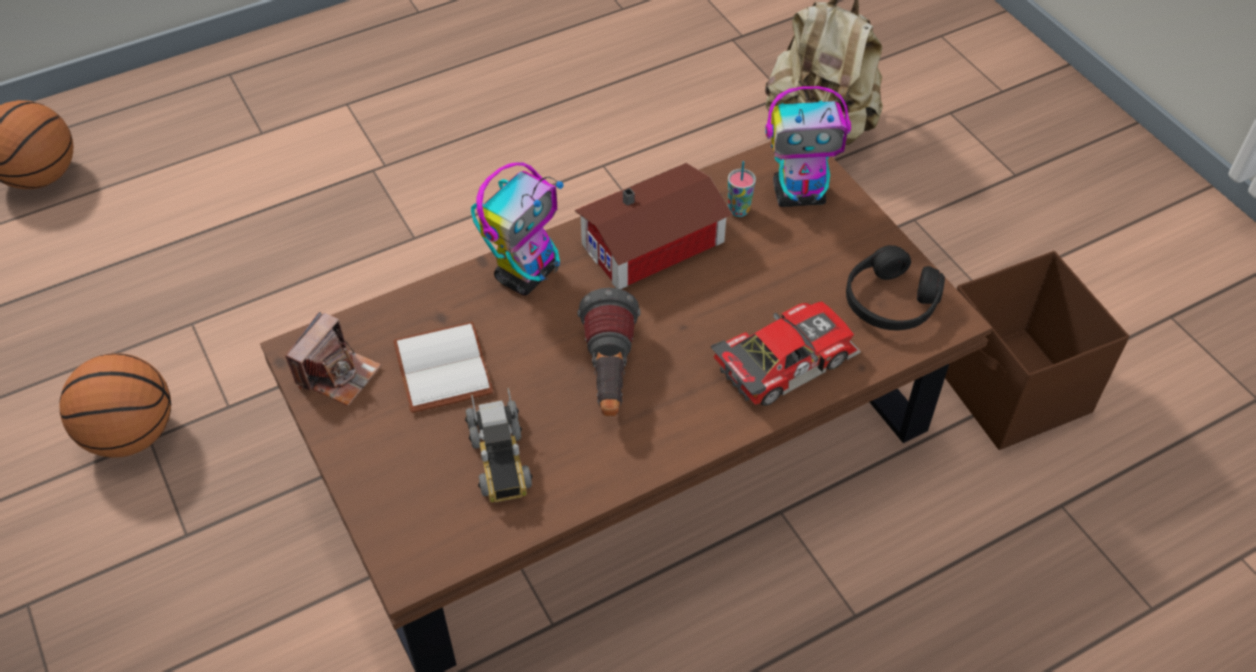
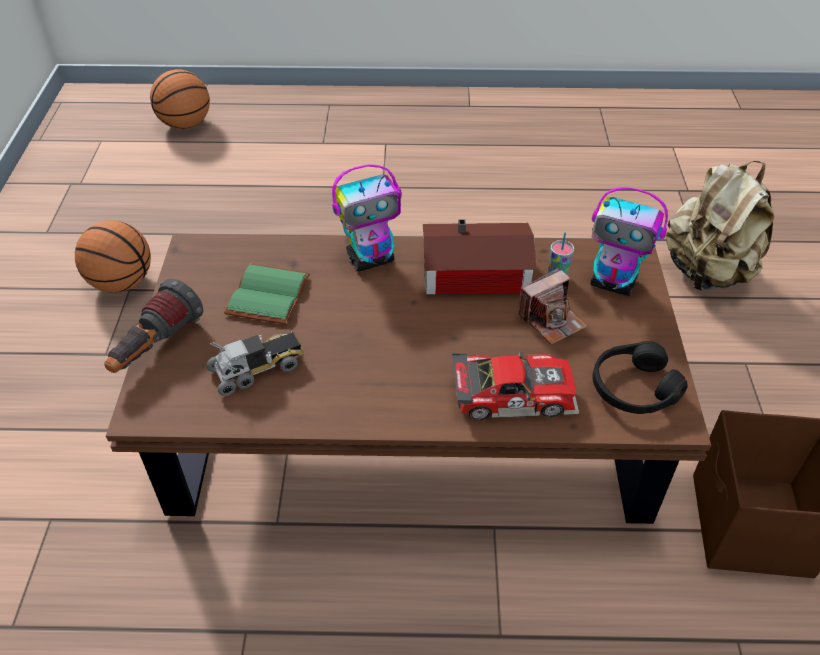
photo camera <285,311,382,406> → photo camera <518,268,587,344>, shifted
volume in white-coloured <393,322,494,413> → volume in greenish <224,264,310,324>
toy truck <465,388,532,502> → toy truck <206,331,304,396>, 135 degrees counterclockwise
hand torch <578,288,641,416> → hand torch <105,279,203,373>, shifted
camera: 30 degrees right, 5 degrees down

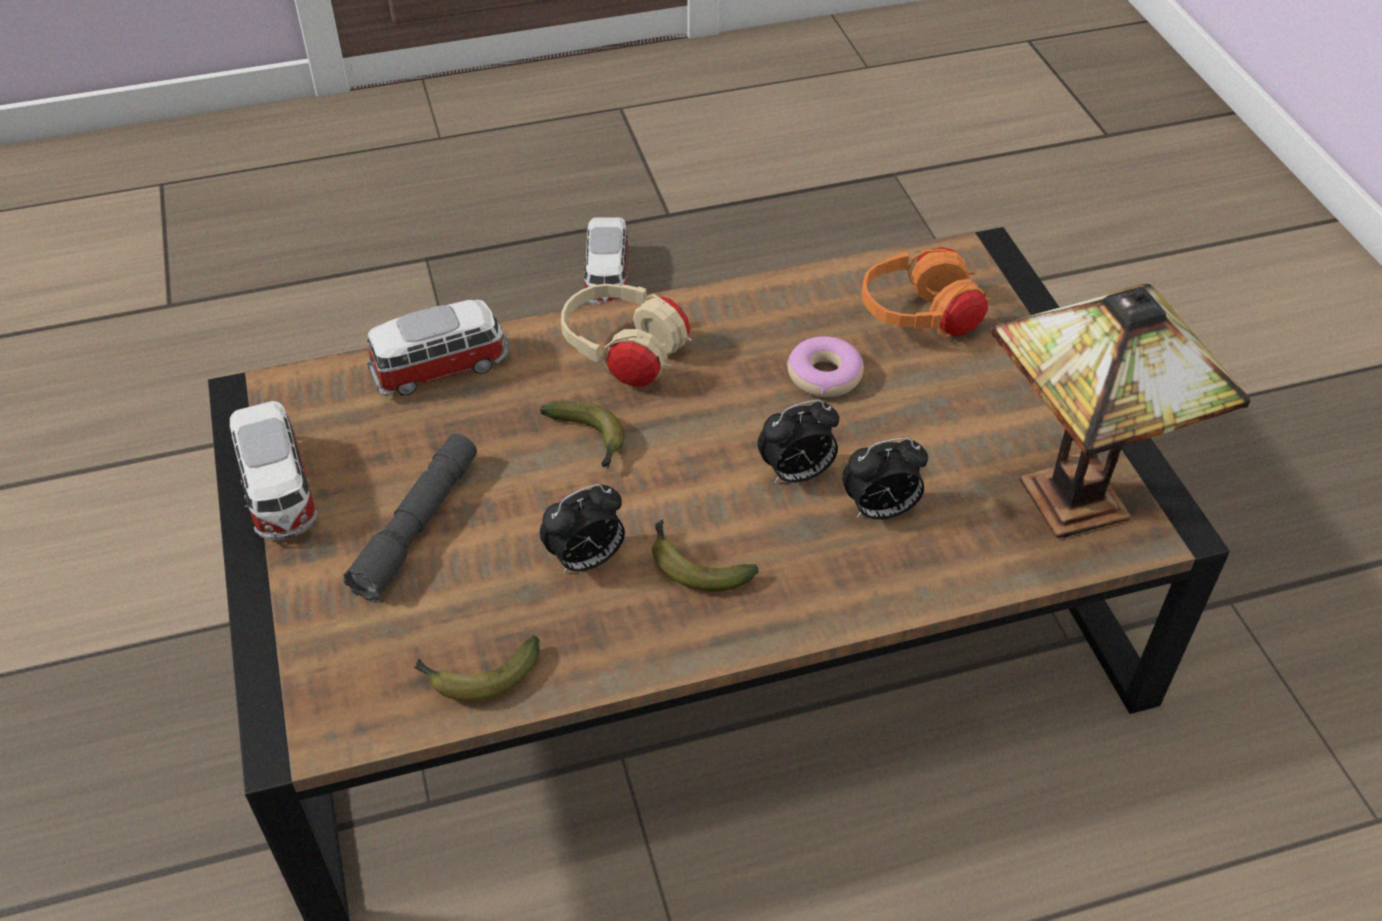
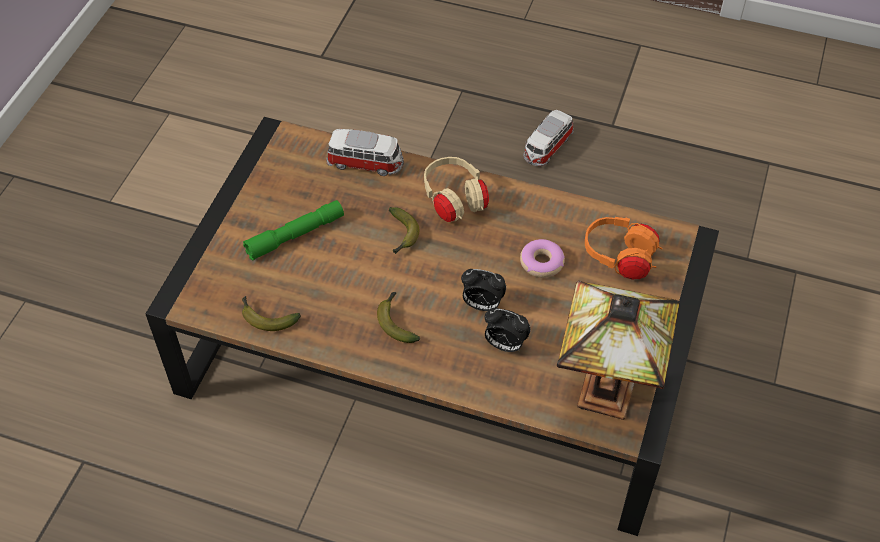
miniature car <230,401,318,540> → -
hand torch in gray <343,434,477,601> → hand torch in greenish <243,200,344,261>
bedside clock <540,484,625,574> → -
camera: 35 degrees right, 5 degrees up

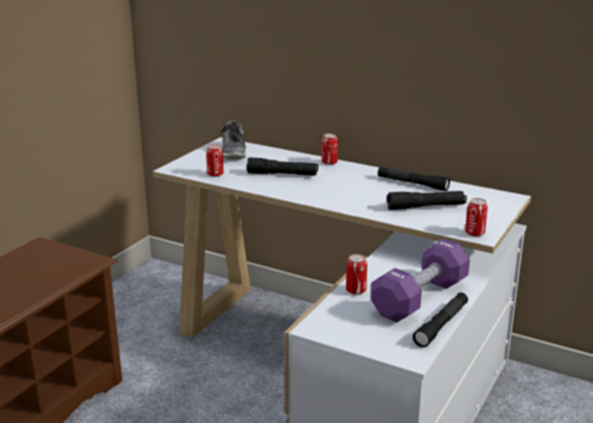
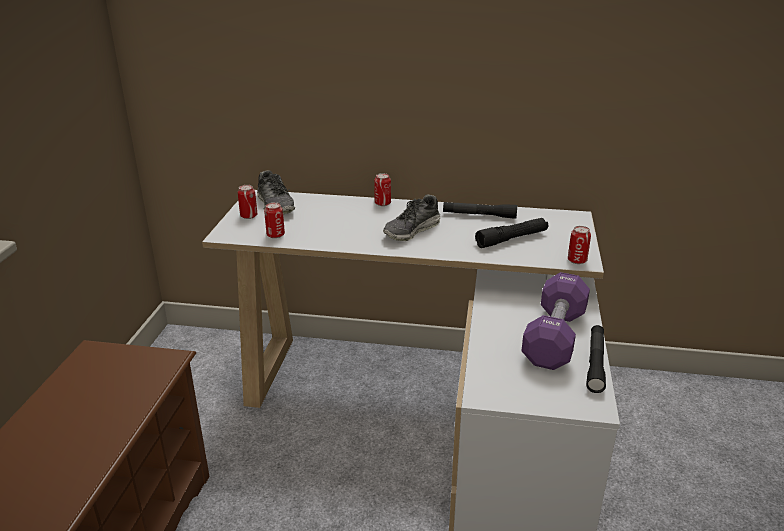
hand torch in black <246,157,318,176> → -
sealed can <346,254,367,295> → sealed can <238,185,257,219>, shifted
- → low shoe <383,195,441,241>
camera: 20 degrees left, 5 degrees up

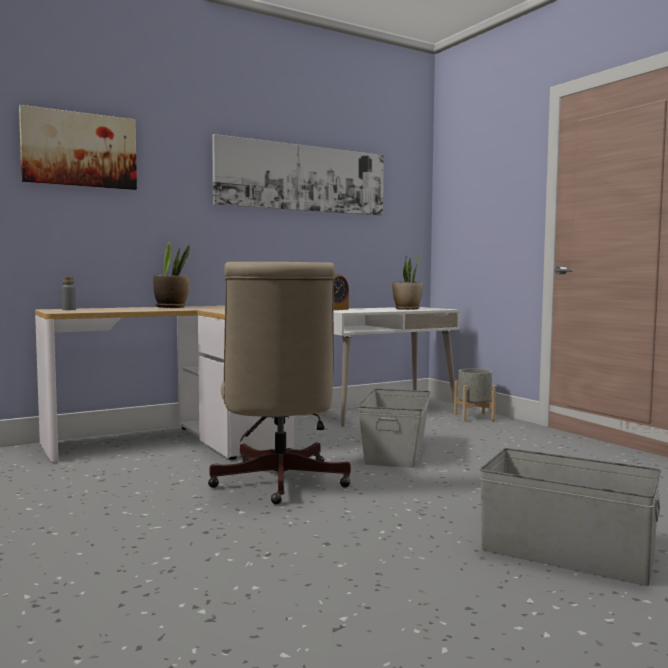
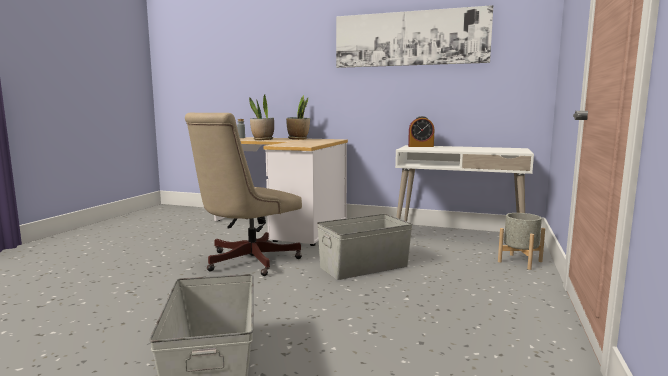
wall picture <19,105,137,190> → -
potted plant <392,252,423,310> → potted plant <249,94,274,140>, shifted
camera: 50 degrees right, 5 degrees up

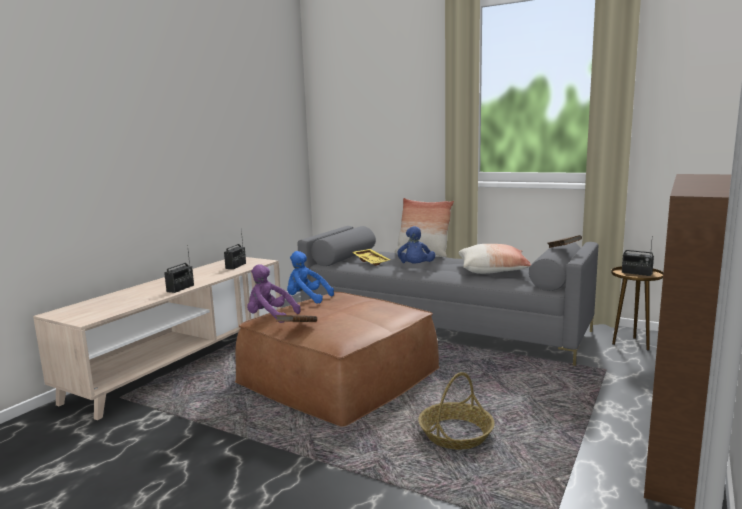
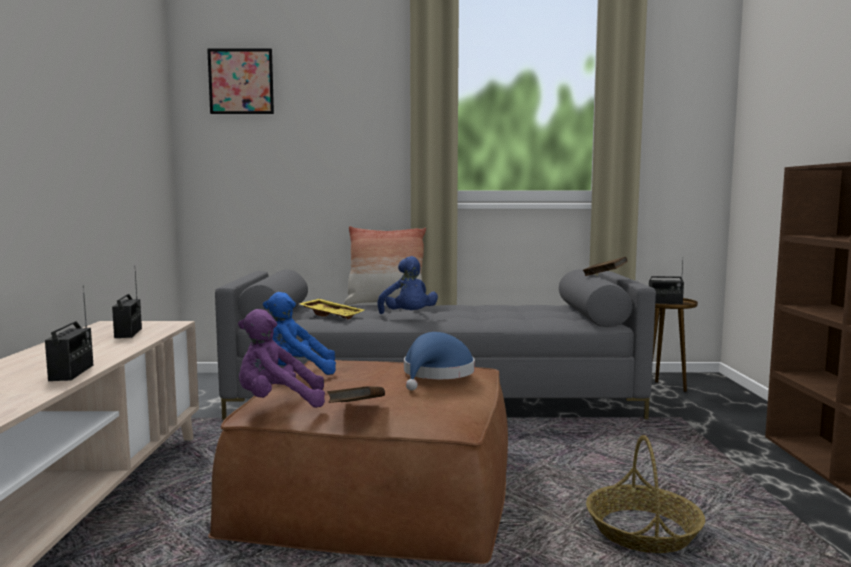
throw pillow <458,244,531,274> → -
- → wall picture <207,49,274,114>
- → clothing hat in bluish <404,332,475,391>
camera: 30 degrees left, 5 degrees down

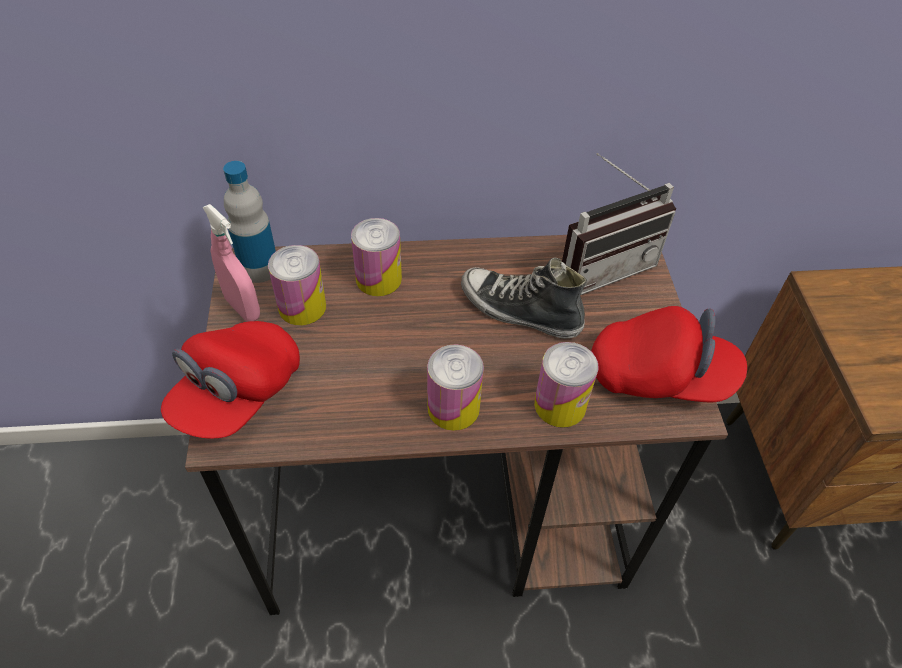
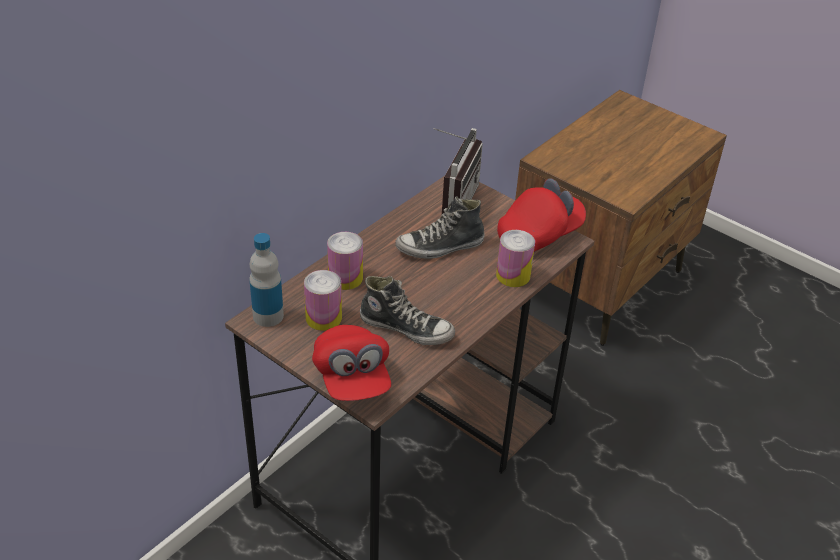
sprayer in pink <202,204,260,322> → -
sealed can <427,345,484,431> → -
- → low shoe <360,276,455,345>
camera: 45 degrees left, 10 degrees down

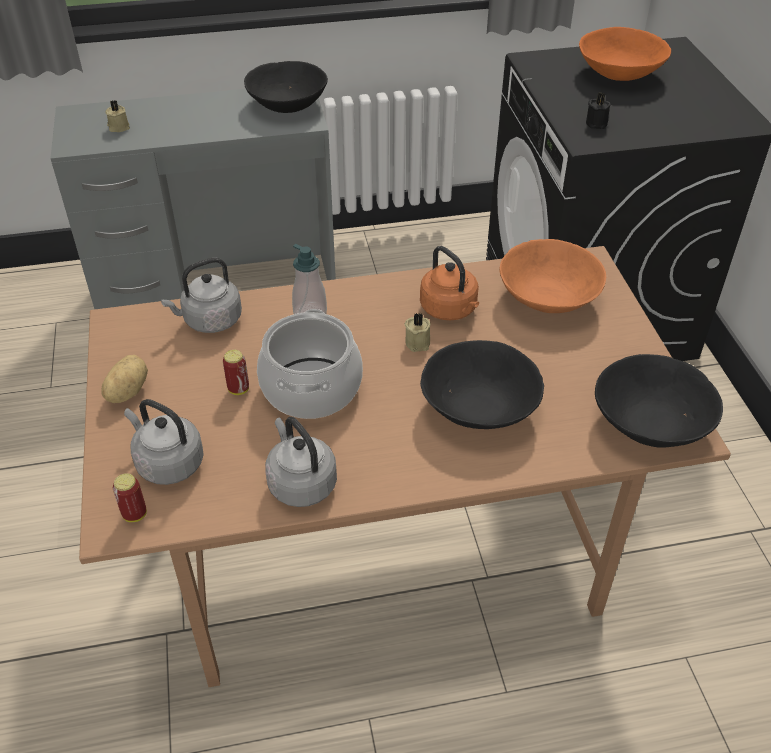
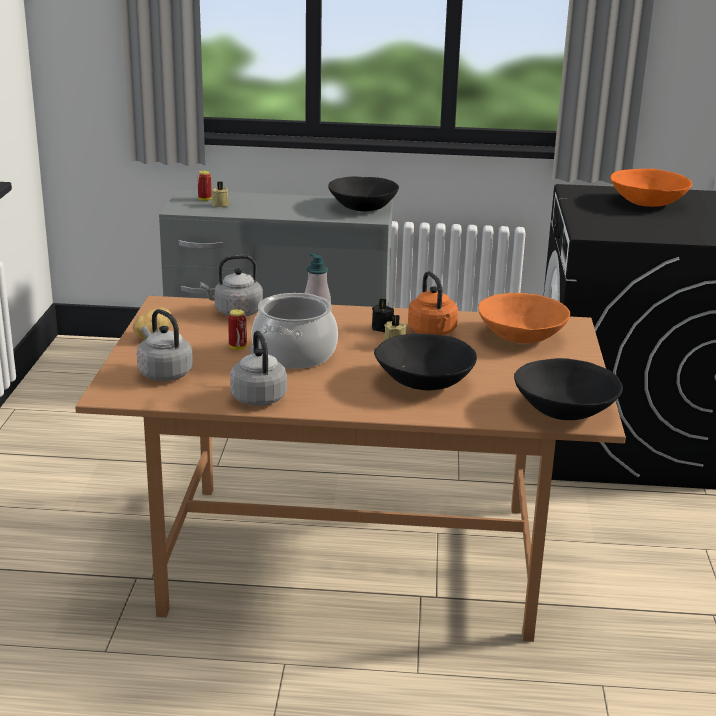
sealed can <113,473,147,522> → sealed can <197,171,212,201>, shifted
candle in black <586,93,611,129> → candle in black <372,299,394,332>, shifted
camera: 15 degrees right, 20 degrees down

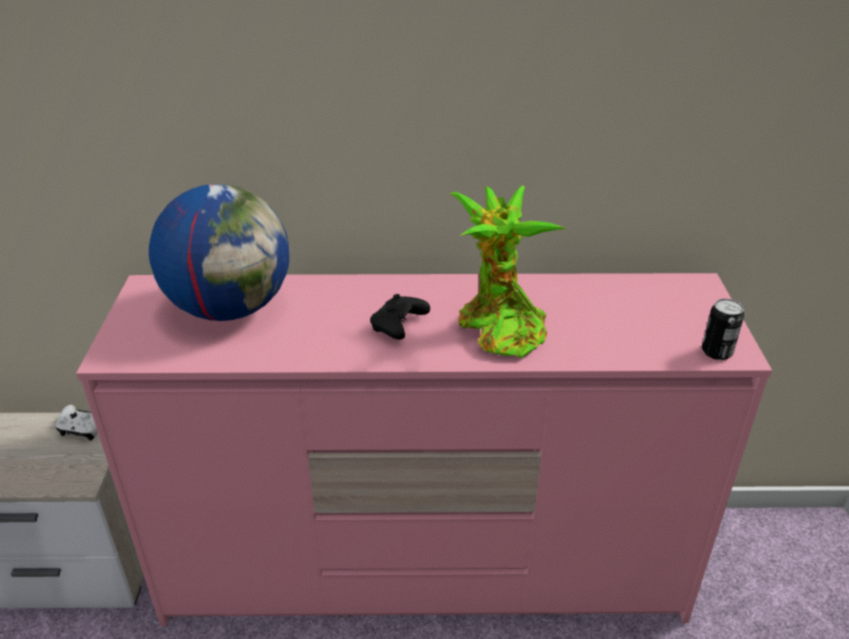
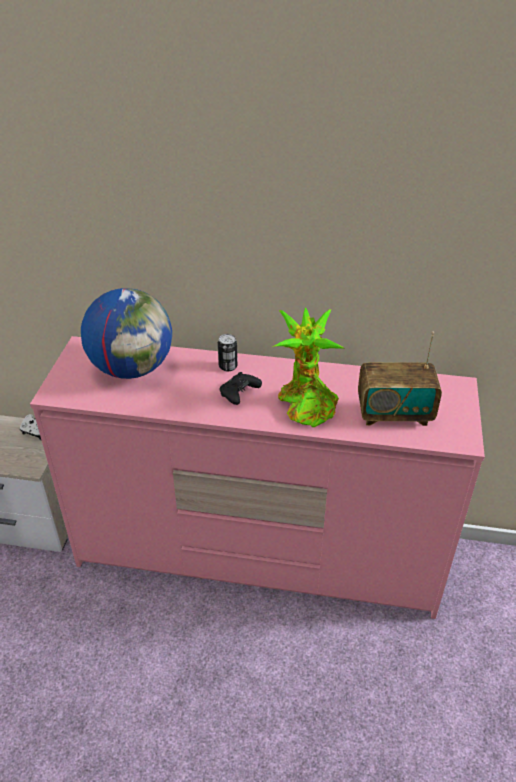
sealed can <702,299,744,360> → sealed can <218,334,238,372>, shifted
- → radio set <358,332,442,426>
camera: 10 degrees right, 5 degrees up

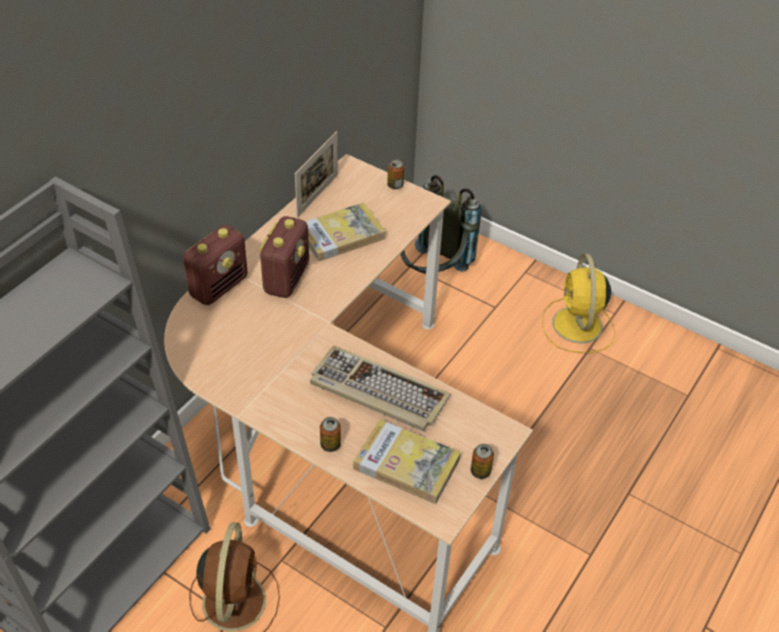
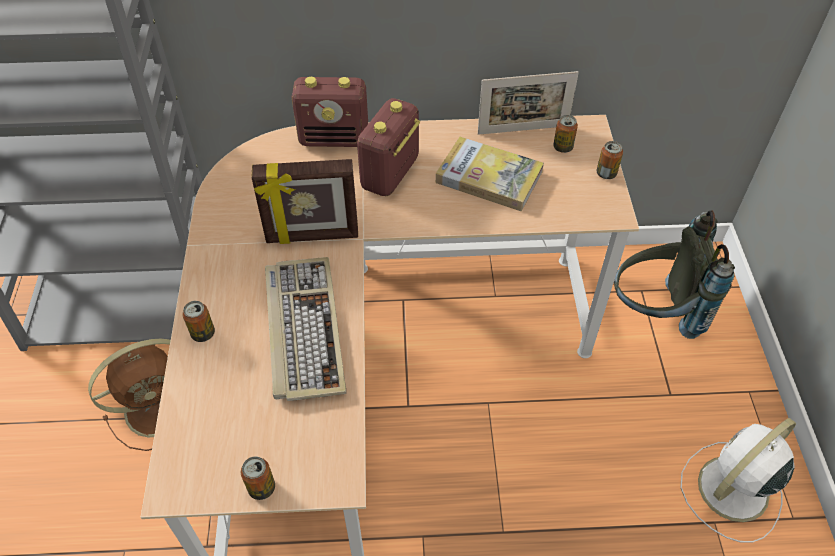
radio set <259,216,309,298> → radio set <357,98,420,196>, 135 degrees clockwise
volume <353,419,461,504> → -
cooling fan in yellow <542,254,616,353> → cooling fan in white-coloured <681,418,796,542>
- → picture frame <251,159,358,244>
- → sealed can <553,115,578,153>
camera: 55 degrees right, 5 degrees up

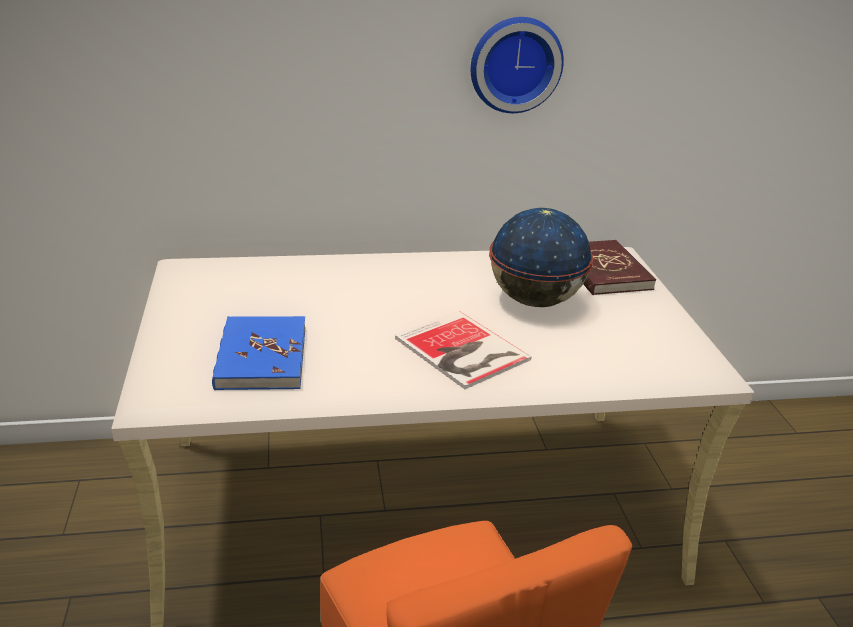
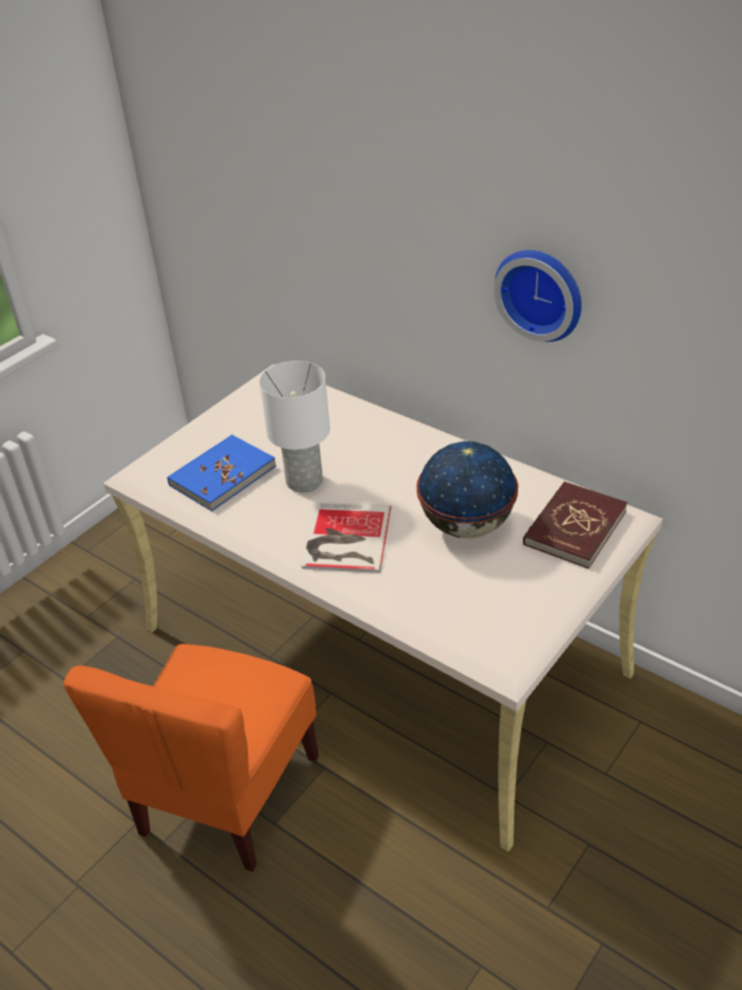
- → table lamp in white-coloured <259,361,330,492>
camera: 50 degrees right, 10 degrees up

